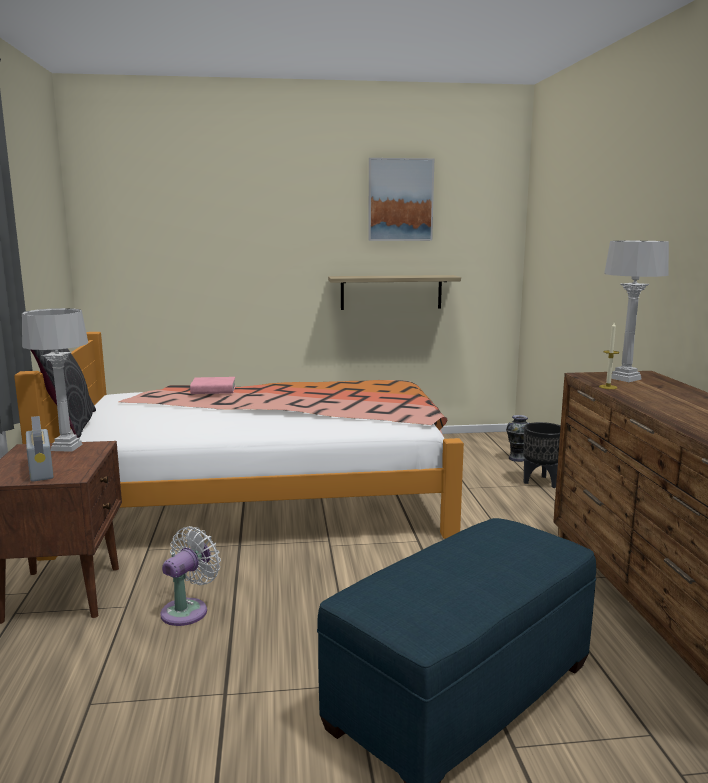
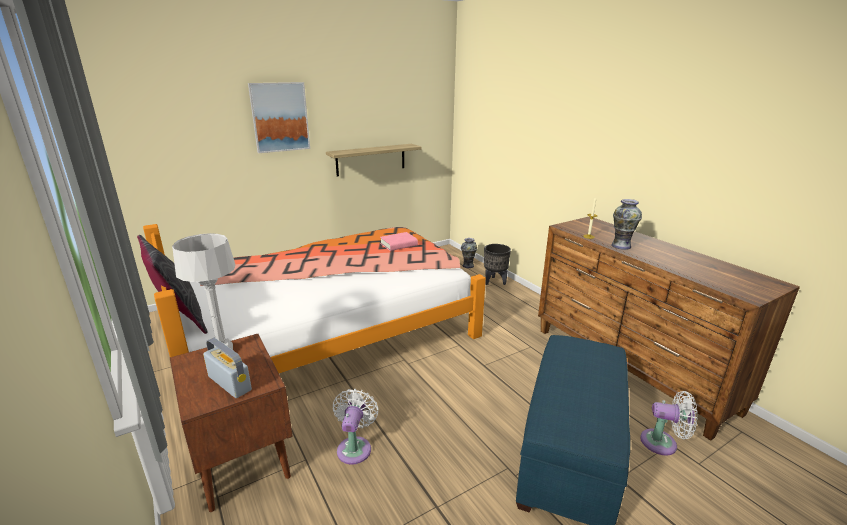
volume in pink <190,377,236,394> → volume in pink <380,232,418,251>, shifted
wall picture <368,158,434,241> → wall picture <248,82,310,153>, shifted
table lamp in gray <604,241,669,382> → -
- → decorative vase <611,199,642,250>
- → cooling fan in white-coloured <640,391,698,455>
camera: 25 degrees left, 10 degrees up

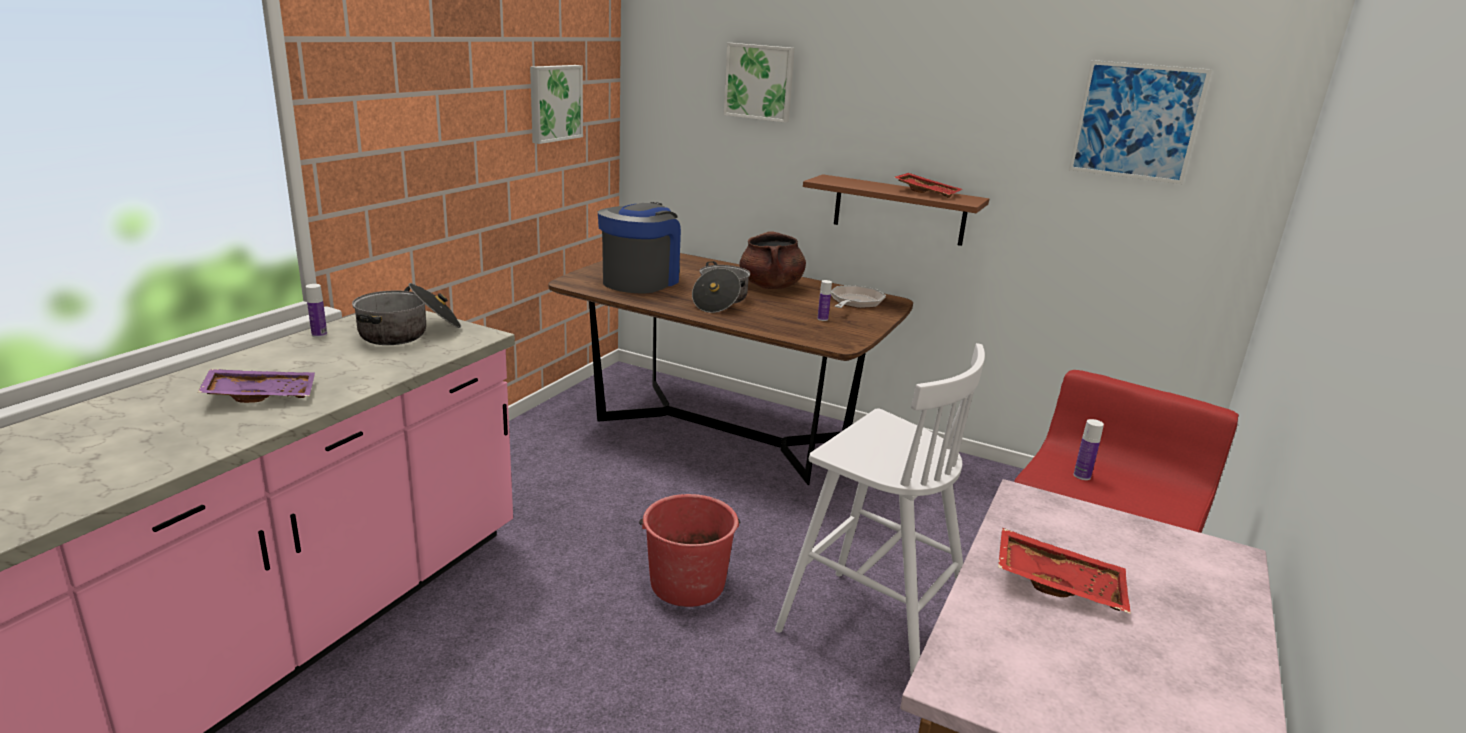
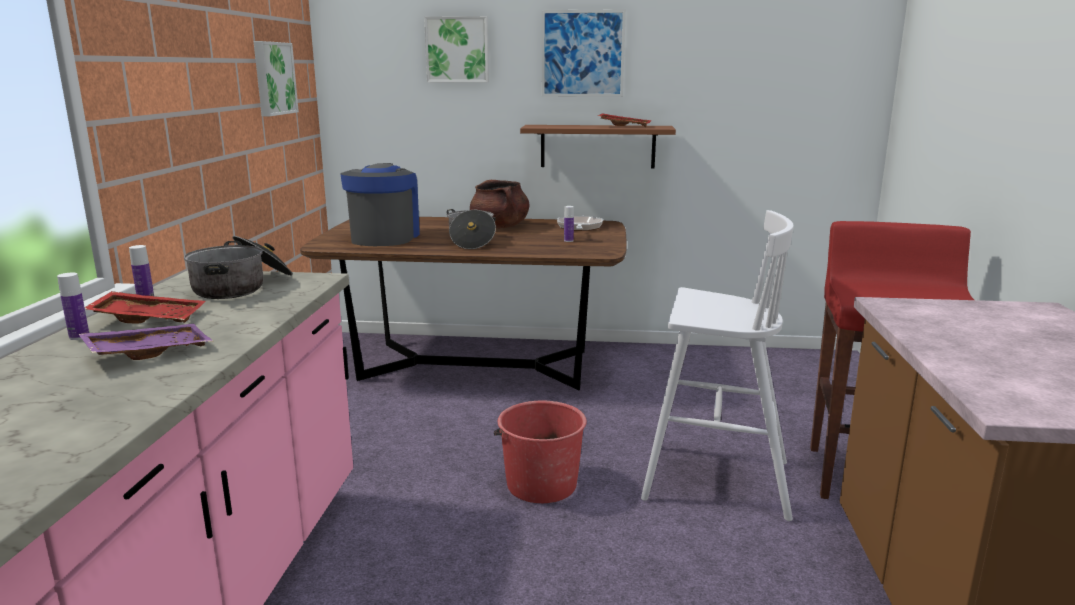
serving tray in reddish <998,528,1131,614> → serving tray in reddish <85,291,205,324>, shifted
wall picture <1069,60,1212,184> → wall picture <542,9,626,97>, shifted
drink bottle <1074,419,1104,480> → drink bottle <57,272,89,340>, shifted
camera: 20 degrees left, 5 degrees down

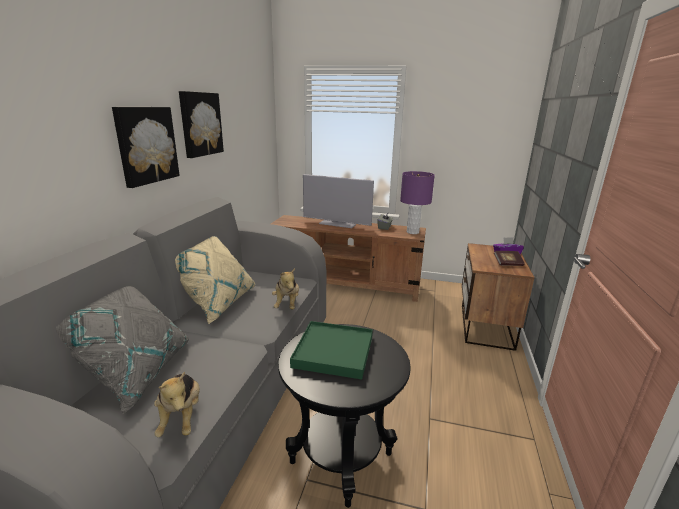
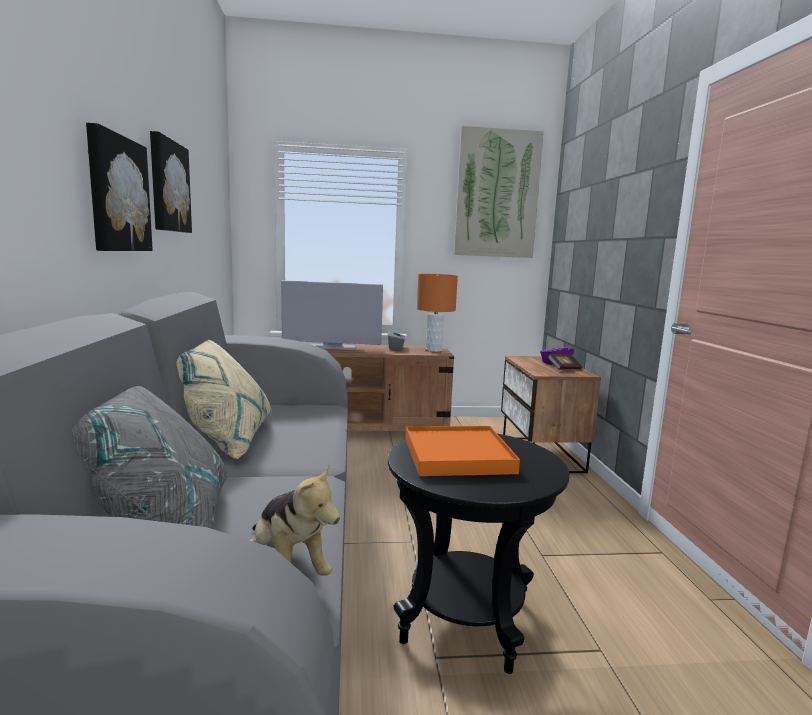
cuddly toy <272,268,299,310> → -
serving tray in greenish <290,321,373,379> → serving tray in orange <405,426,520,476>
table lamp in purple <400,171,435,234> → table lamp in orange <417,274,458,352>
- → wall picture <454,126,544,258>
camera: 20 degrees left, 10 degrees down

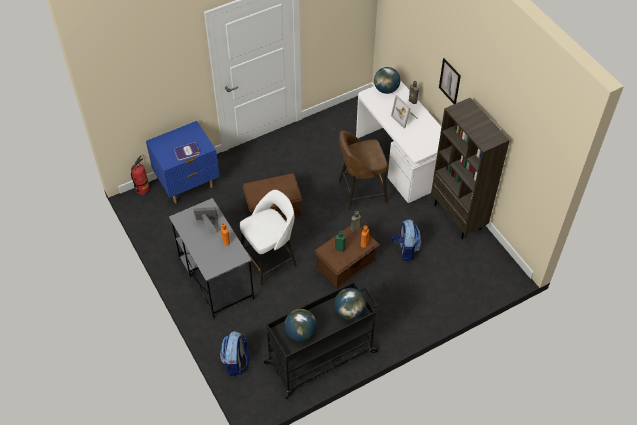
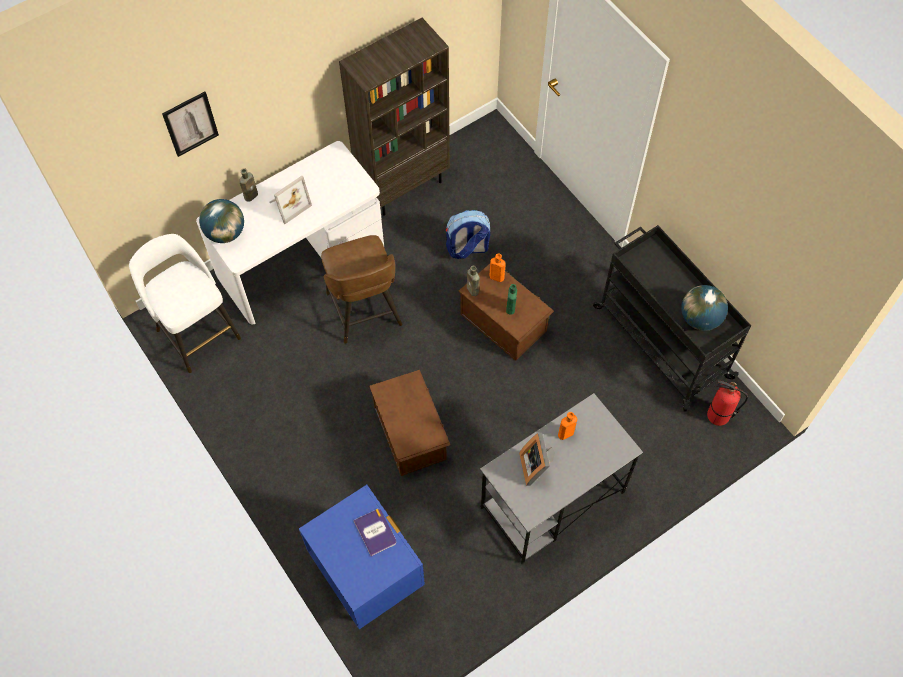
fire-fighting cylinder <131,155,150,195> → fire-fighting cylinder <707,380,748,426>, shifted
knapsack <220,331,250,376> → -
stool seat in white-coloured <240,190,297,286> → stool seat in white-coloured <129,234,241,373>, shifted
globe <334,288,366,320> → -
wall picture <439,58,461,104> → wall picture <162,92,219,157>, shifted
camera: 95 degrees left, 10 degrees up

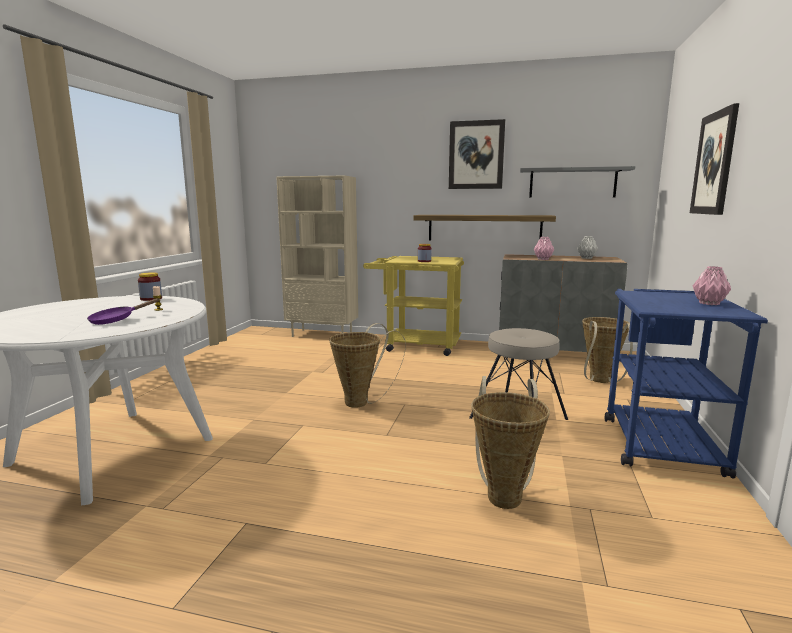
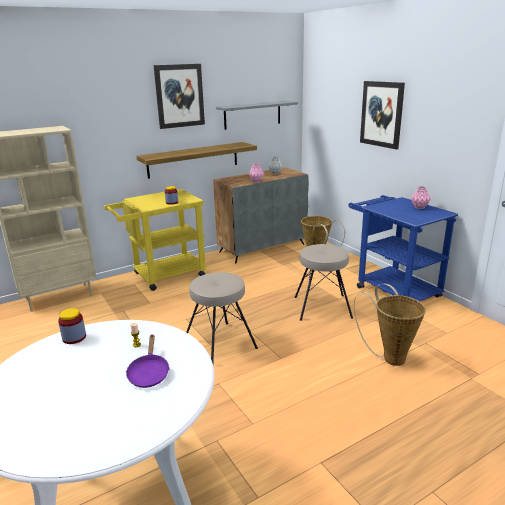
basket <329,323,406,408> → stool seat in beige <186,272,258,363>
camera: 45 degrees left, 10 degrees up

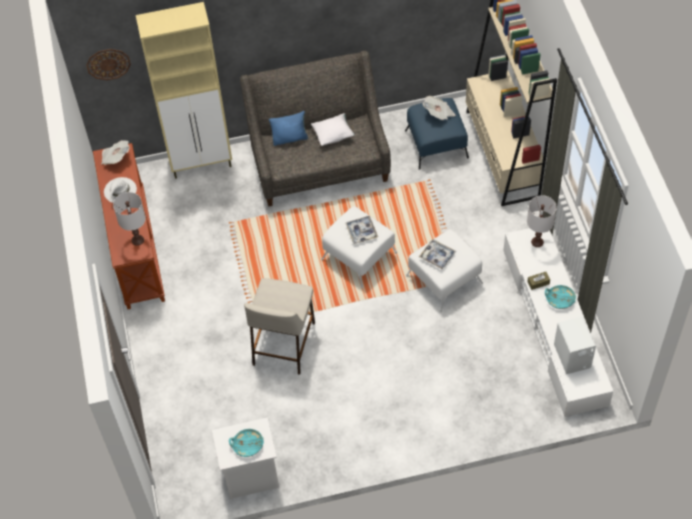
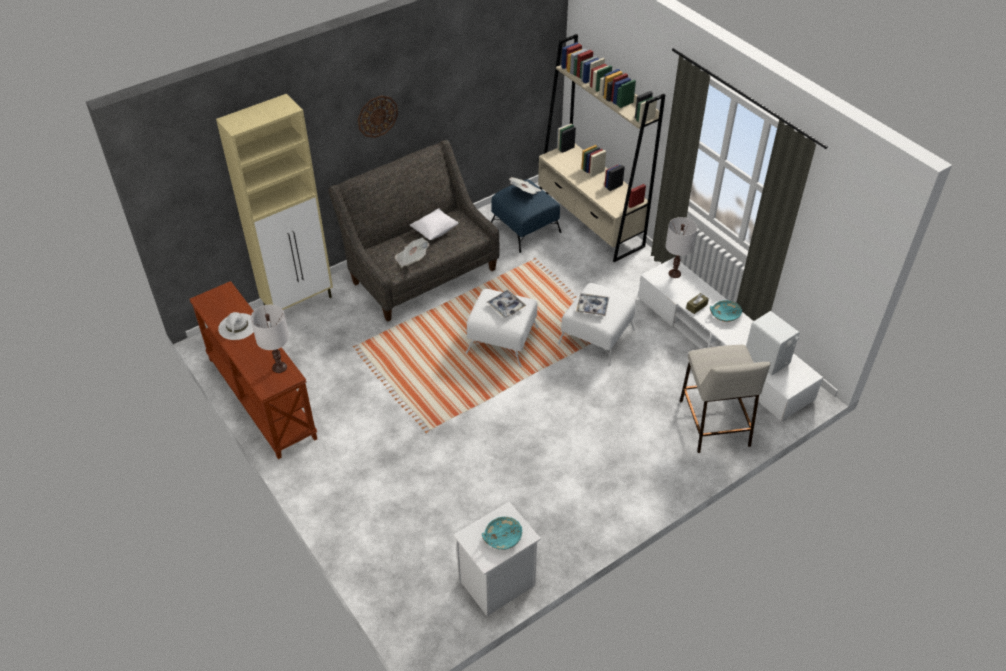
hanging clock <86,49,131,80> → hanging clock <358,95,398,138>, shifted
daily paper <101,140,130,165> → daily paper <395,238,429,268>, shifted
stool seat in beige <244,278,315,375> → stool seat in beige <680,345,771,453>, shifted
throw pillow in bluish <269,111,308,146> → -
camera: 25 degrees left, 10 degrees down

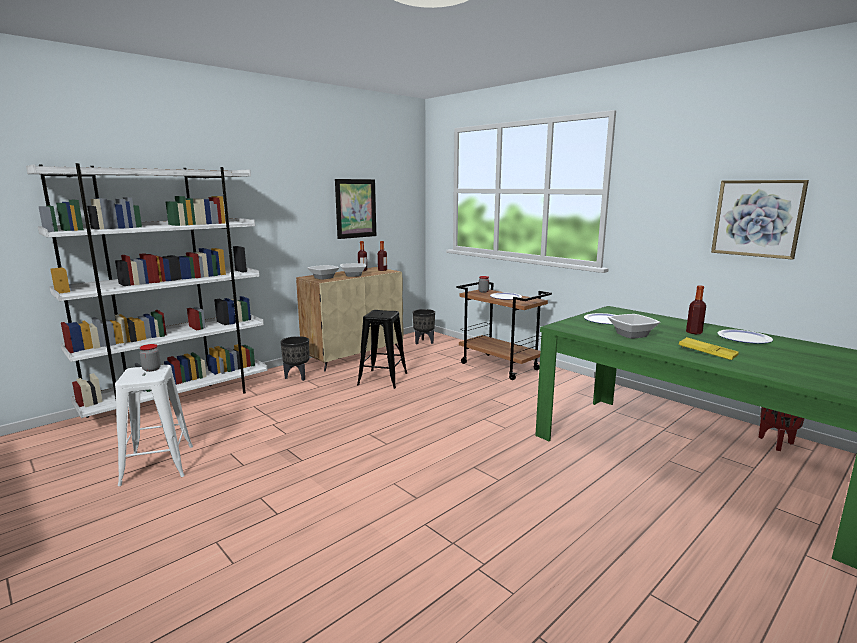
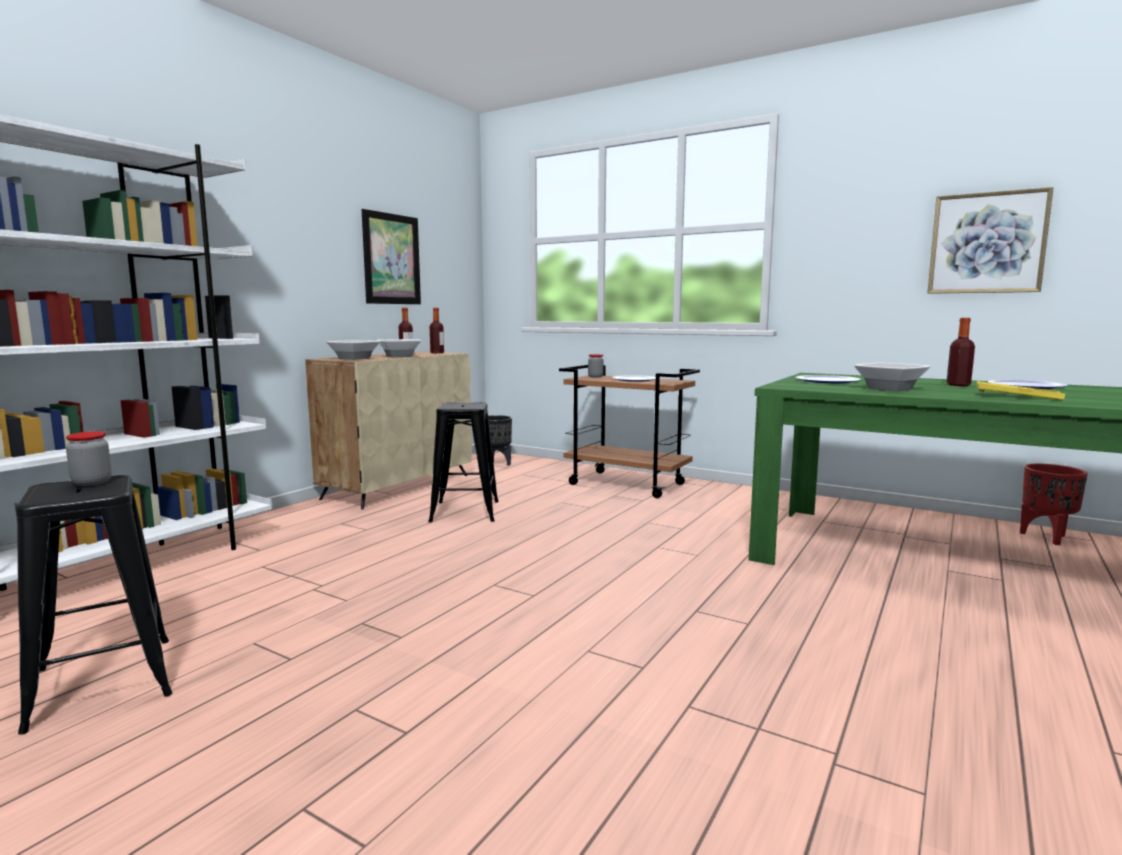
stool seat in white-coloured <115,365,193,486> → stool seat in black <16,475,172,735>
flower pot in black <280,336,309,381> → -
camera: 15 degrees left, 5 degrees down

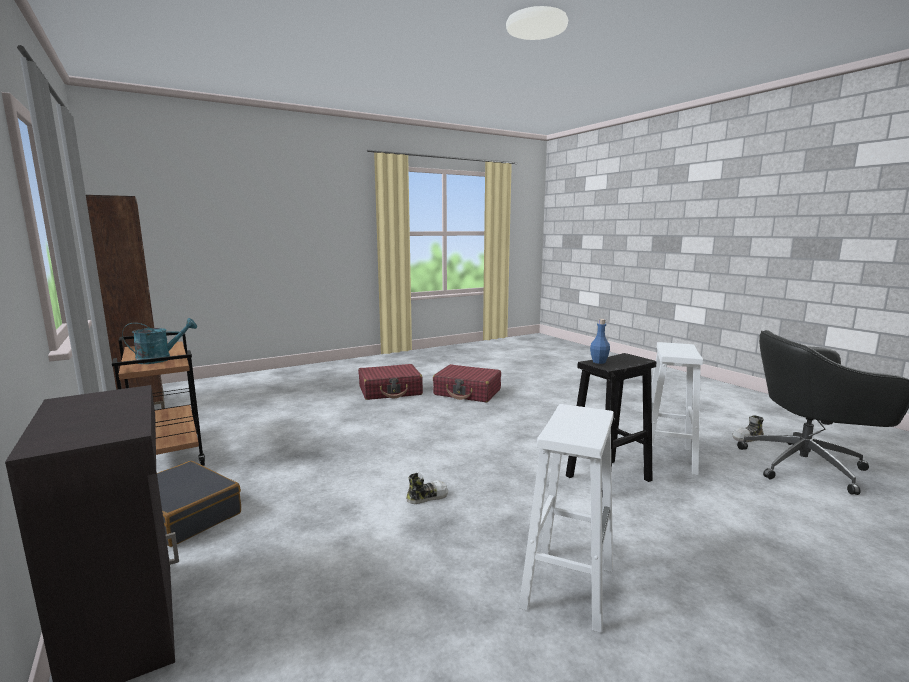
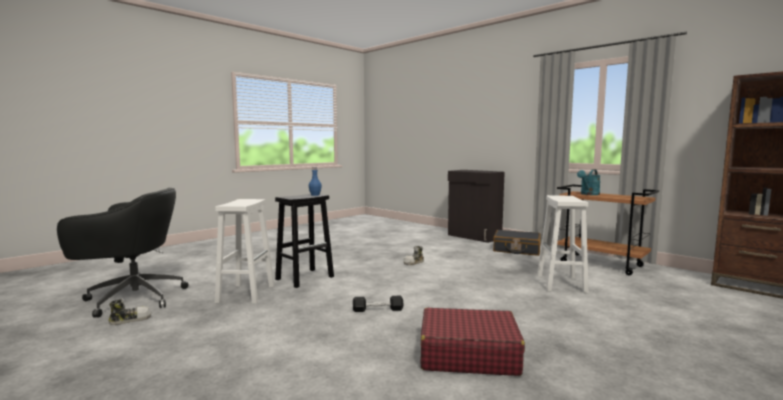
travel case in reddish <358,364,423,400> → -
stool seat in white-coloured <519,404,614,633> → stool seat in white-coloured <537,195,589,293>, shifted
- → free weight in black <353,295,403,312>
camera: 165 degrees right, 5 degrees down

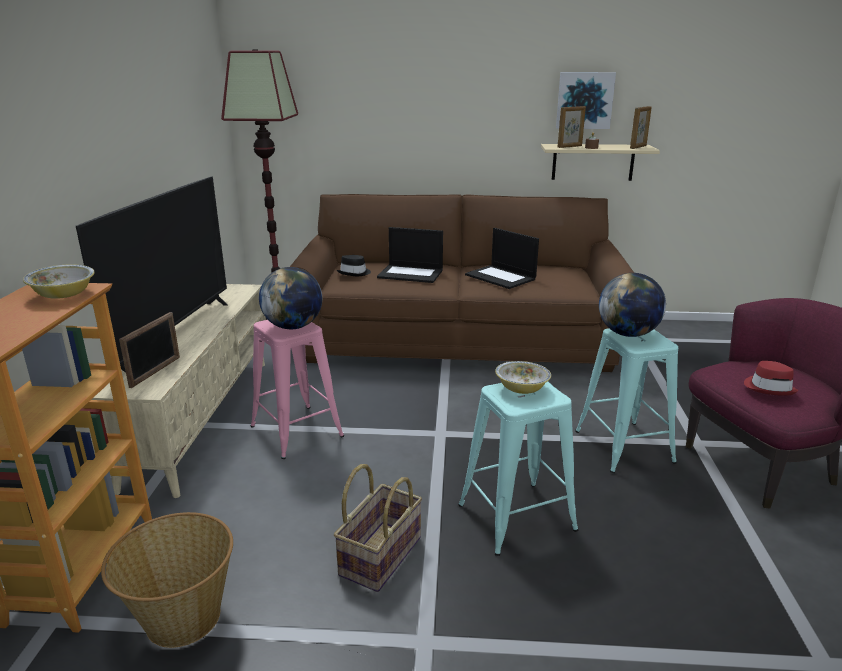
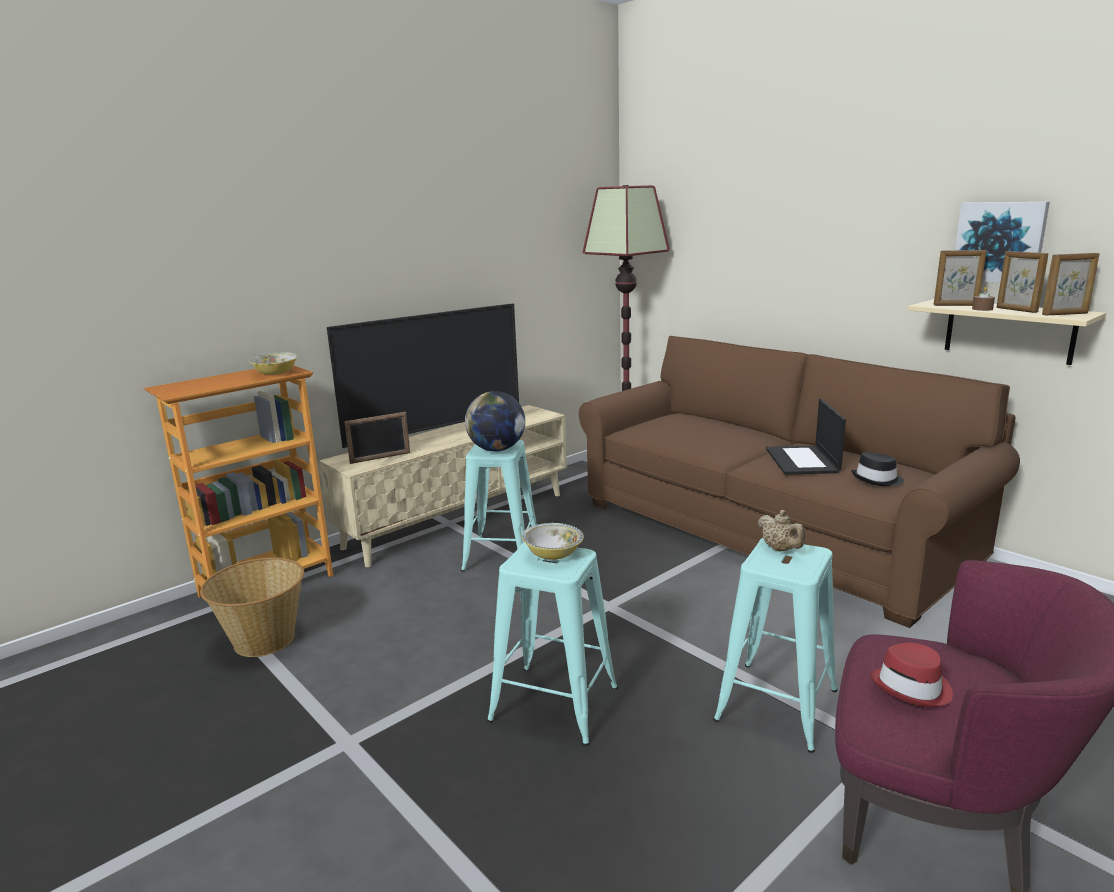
stool seat in pink <251,320,344,459> → stool seat in turquoise <461,440,537,572>
basket <334,464,422,592> → -
clothing hat in black <337,255,371,276> → clothing hat in black <851,453,904,486>, shifted
laptop <377,227,443,283> → -
globe <599,273,666,337> → pot for tea in beige <758,510,805,552>
- → picture frame <996,251,1048,313>
camera: 45 degrees right, 5 degrees down

